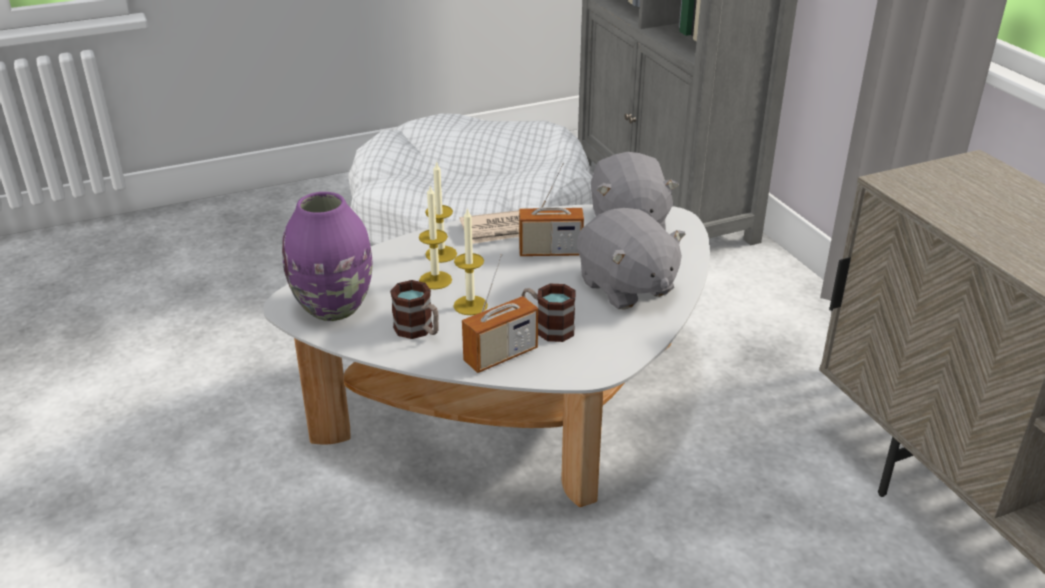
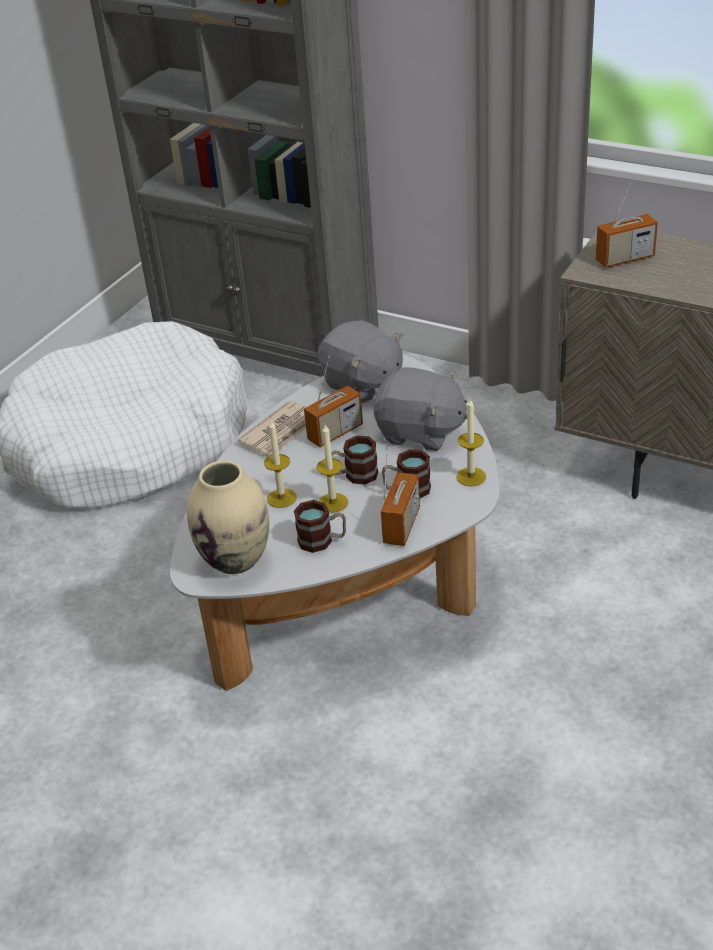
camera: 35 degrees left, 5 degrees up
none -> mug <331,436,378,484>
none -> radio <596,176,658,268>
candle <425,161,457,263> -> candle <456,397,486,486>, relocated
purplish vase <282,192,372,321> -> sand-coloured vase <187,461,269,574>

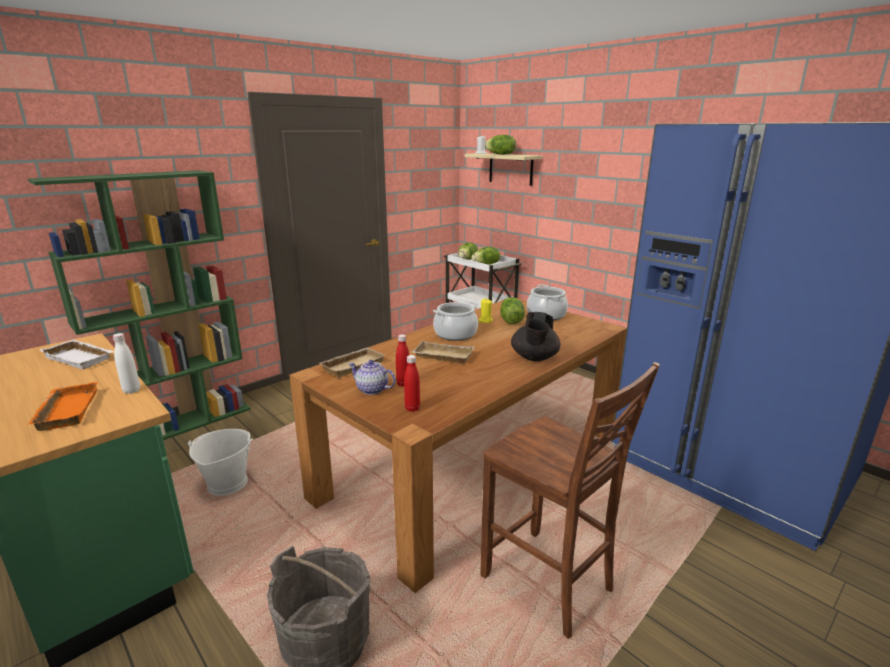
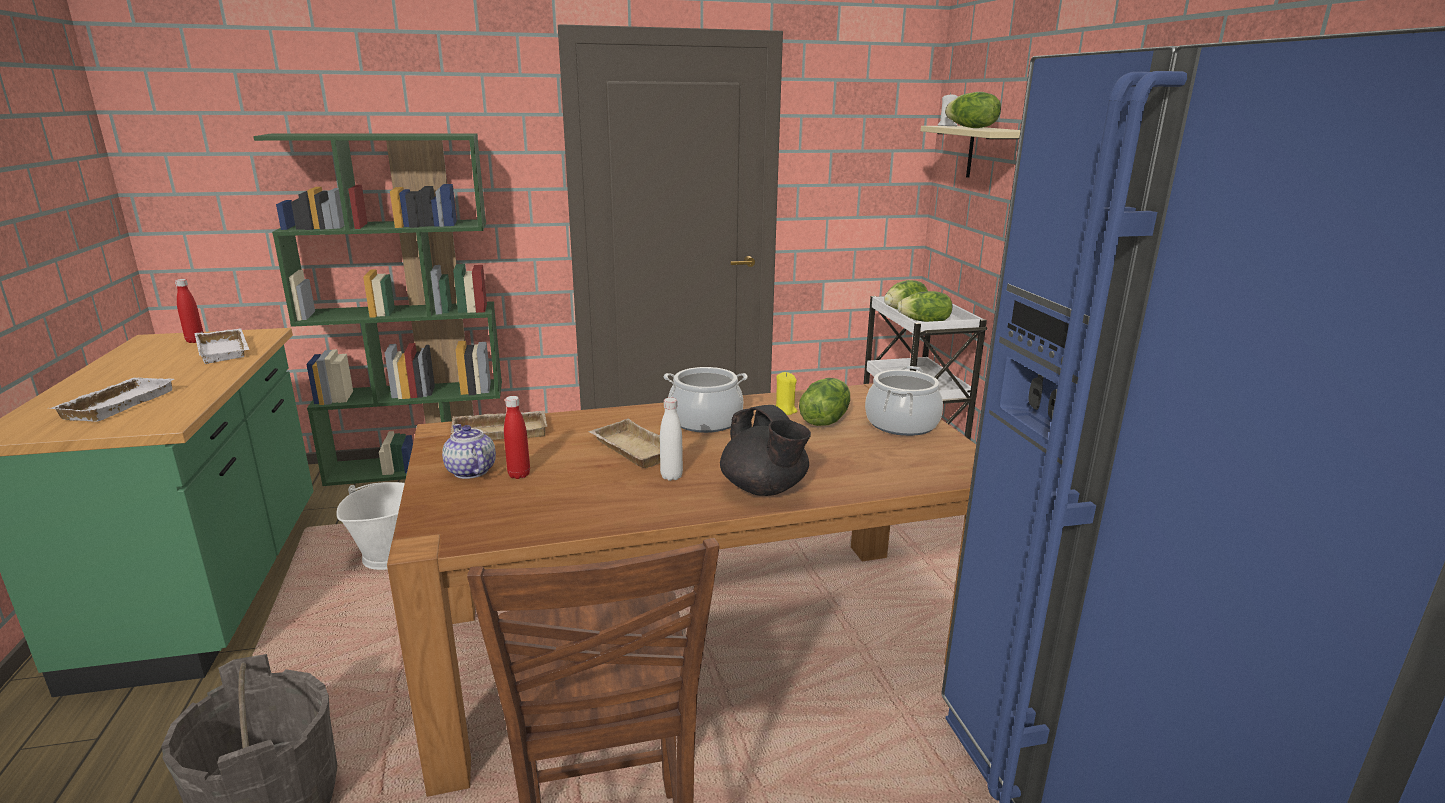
camera: 30 degrees right, 0 degrees up
white-coloured bottle <113,333,140,394> -> white-coloured bottle <660,398,683,481>, relocated
red-coloured bottle <404,355,420,412> -> red-coloured bottle <175,279,204,343>, relocated
orange-coloured serving tray <27,382,98,431> -> white-coloured serving tray <50,378,174,422>
black-coloured pot for tea <511,312,560,361> -> black-coloured pot for tea <720,405,811,496>, 75 degrees counterclockwise

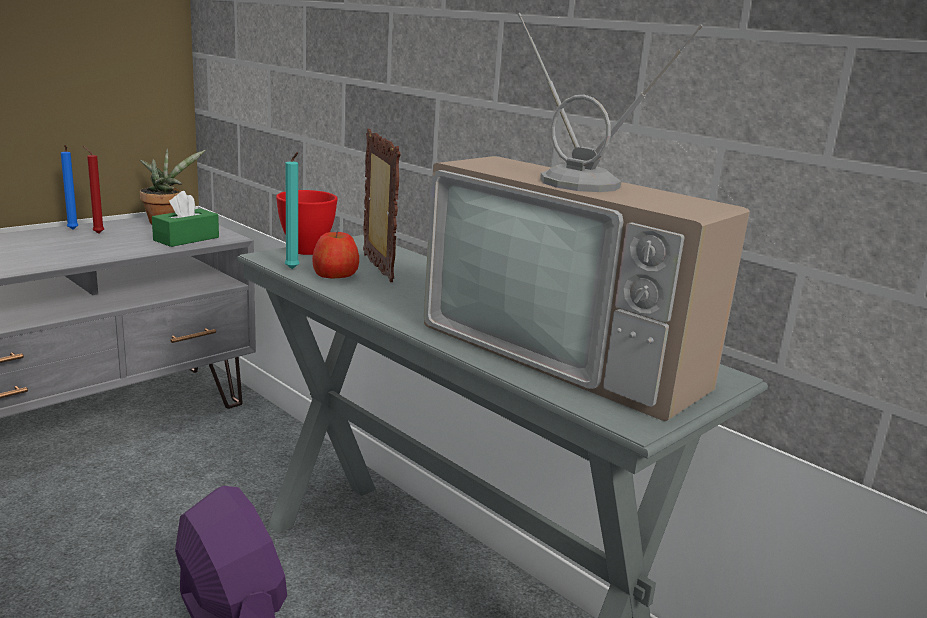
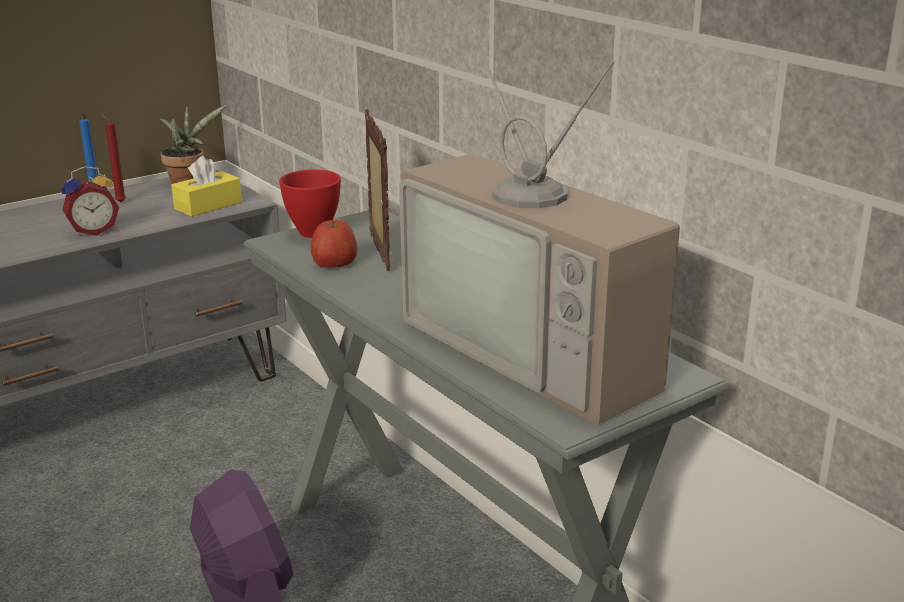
camera: 10 degrees right, 5 degrees up
turquoise-coloured candle <285,152,300,269> -> none
none -> table clock <62,166,119,236>
green box of tissues <152,191,219,247> -> yellow box of tissues <171,156,242,217>

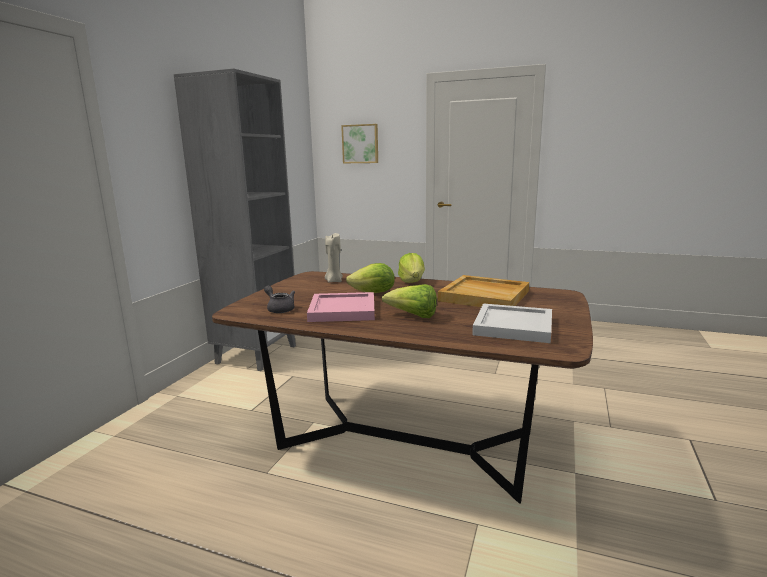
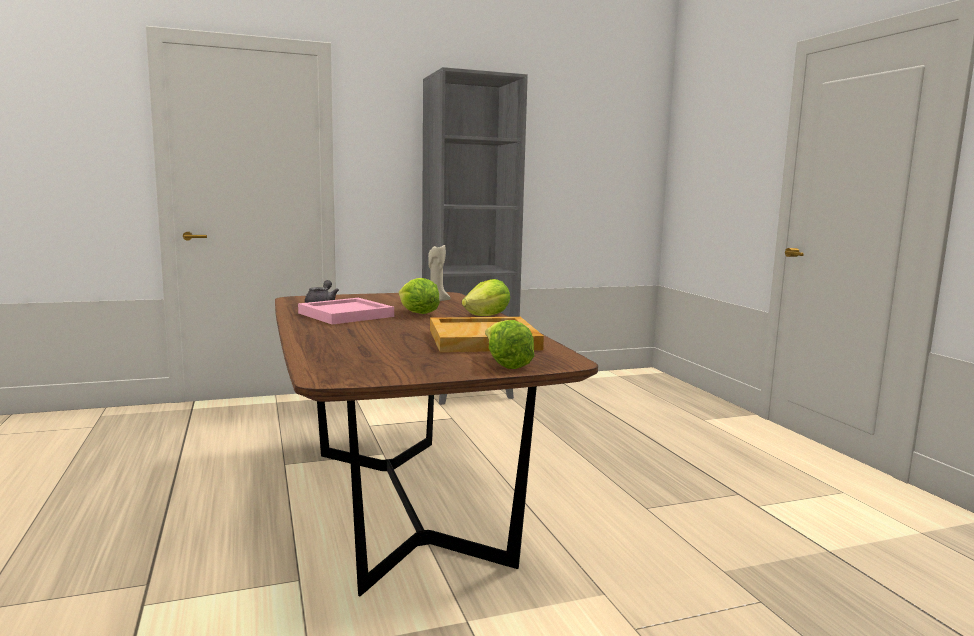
camera: 50 degrees right, 5 degrees down
wall picture <341,124,378,163> -> none
white-coloured serving tray <472,303,552,343> -> none
lettuce <382,284,437,318> -> lettuce <485,320,534,369>, relocated

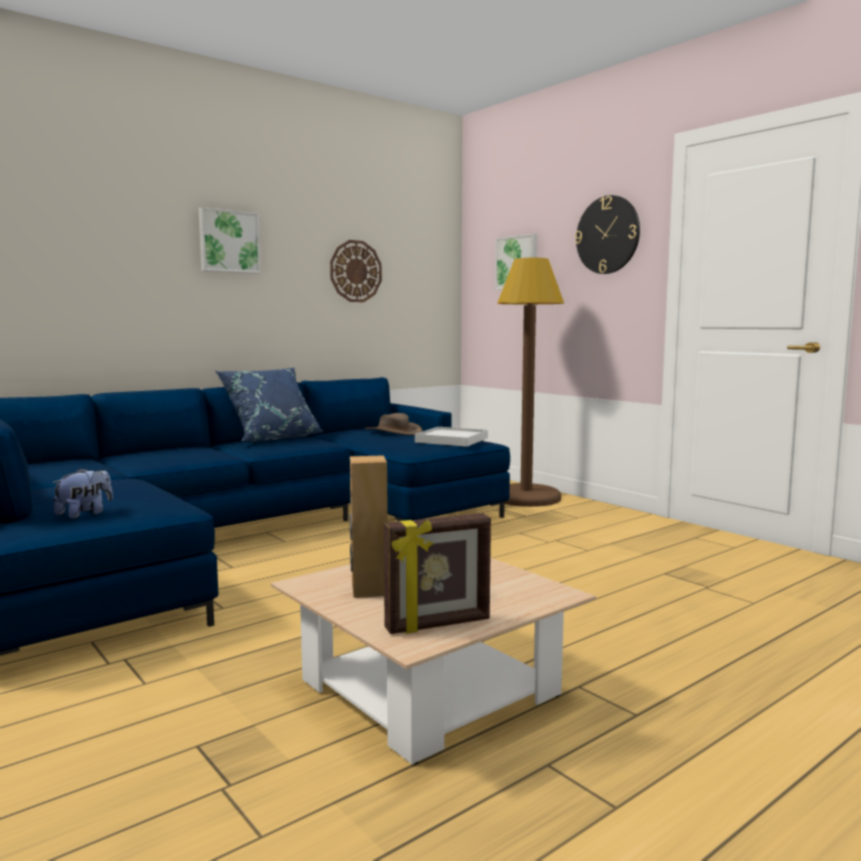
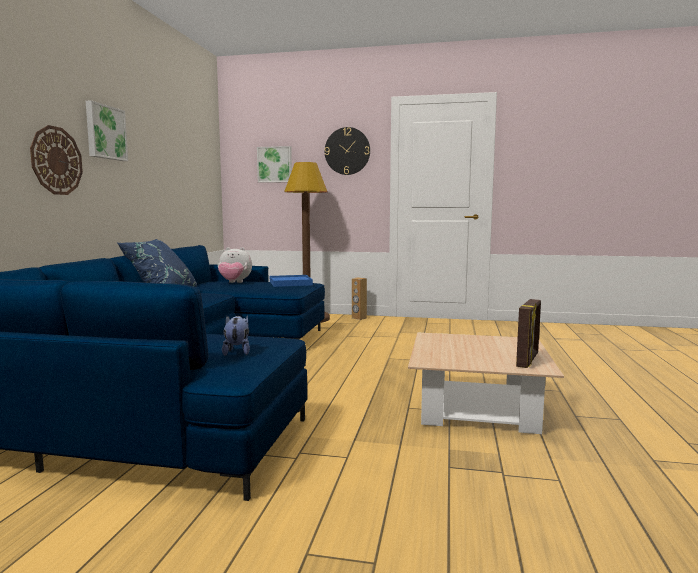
camera: 40 degrees left, 0 degrees up
wall clock <330,240,382,302> -> wall clock <30,125,83,195>, relocated
brown audio speaker <350,455,388,598> -> brown audio speaker <352,277,367,320>, relocated
brown clothing hat <365,413,422,435> -> plush toy <218,247,252,283>
white-coloured serving tray <415,427,488,447> -> blue serving tray <270,275,313,287>

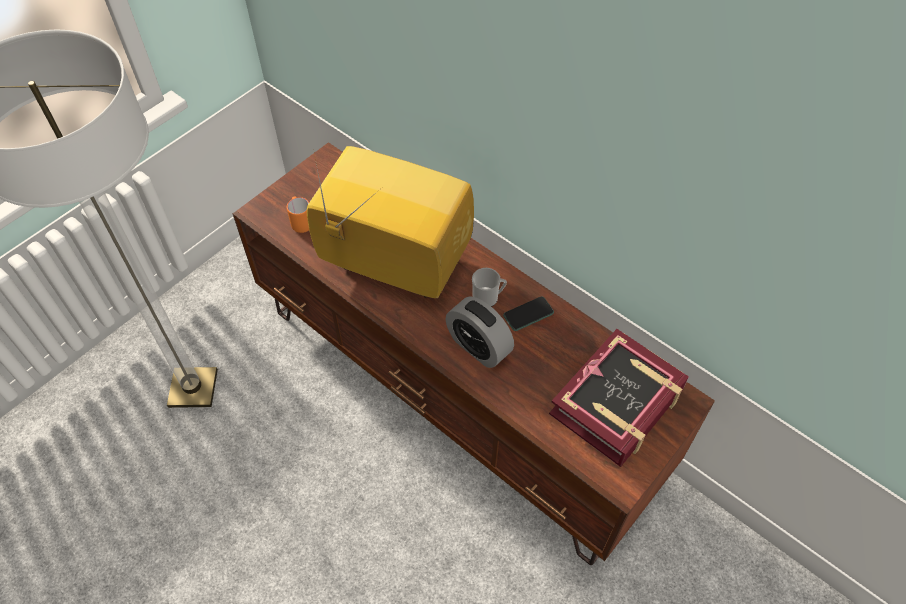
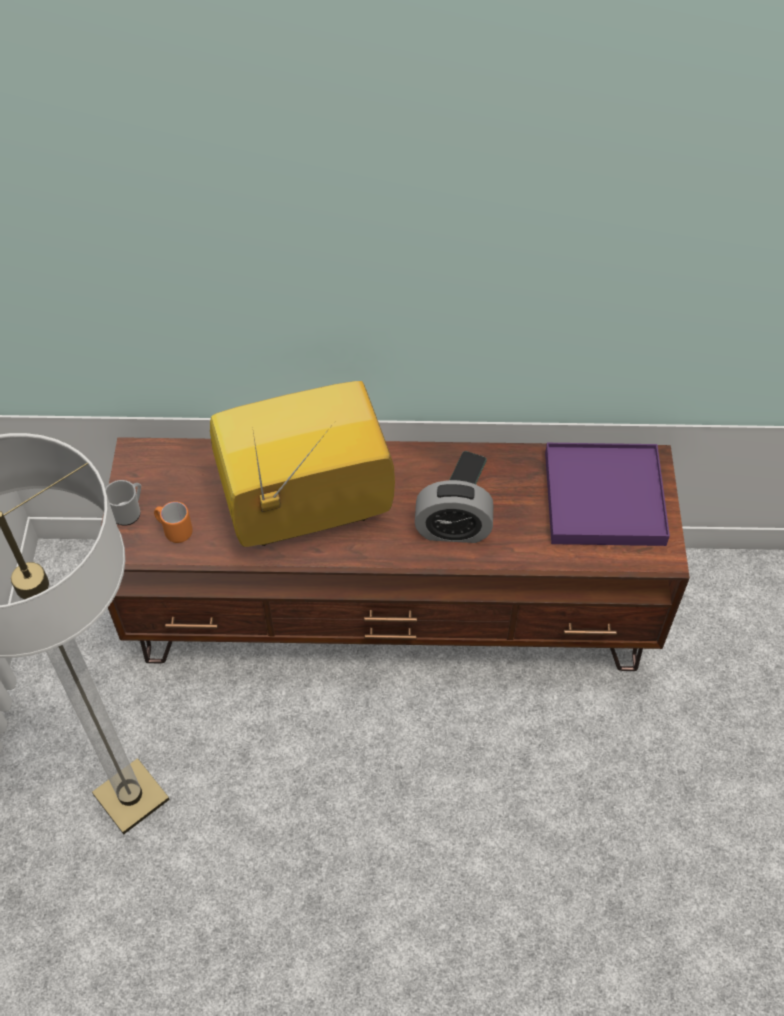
camera: 40 degrees left, 0 degrees up
mug <472,268,507,307> -> mug <105,480,141,526>, relocated
bound book <549,329,689,467> -> purplish serving tray <545,443,670,546>

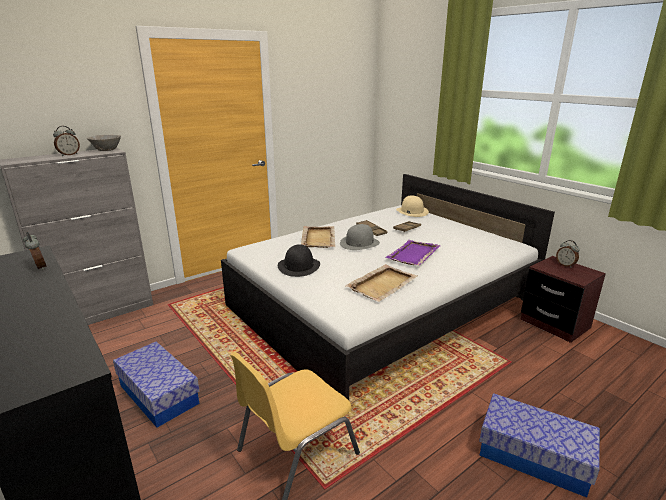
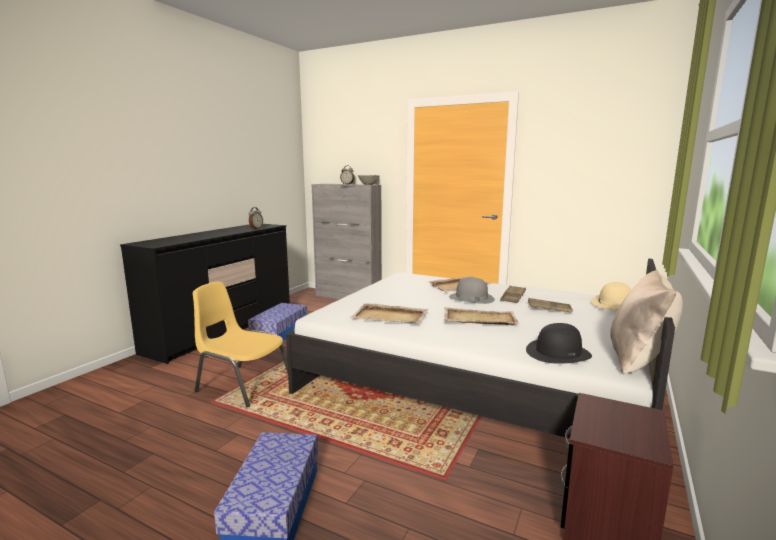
camera: 65 degrees right, 10 degrees down
table clock <556,240,580,268> -> none
none -> sand-coloured cushion <610,270,683,374>
black-coloured clothing hat <278,244,320,277> -> black-coloured clothing hat <526,323,592,364>, relocated
purplish serving tray <385,240,441,266> -> sand-coloured serving tray <444,307,519,326>

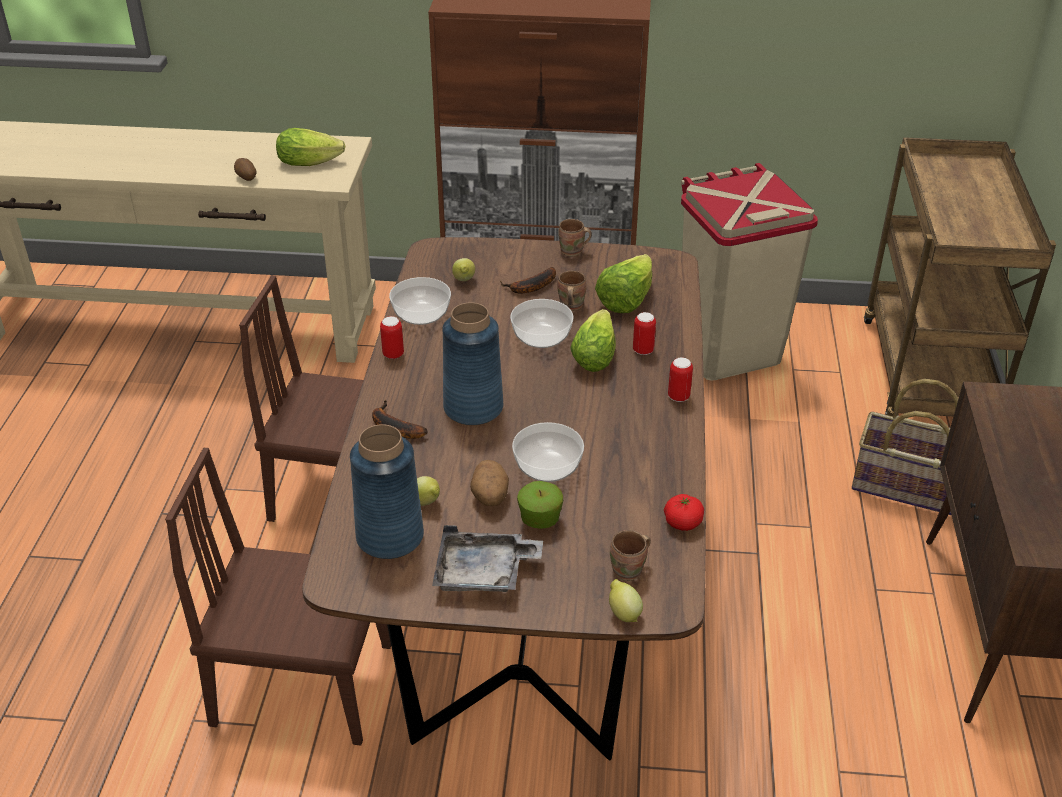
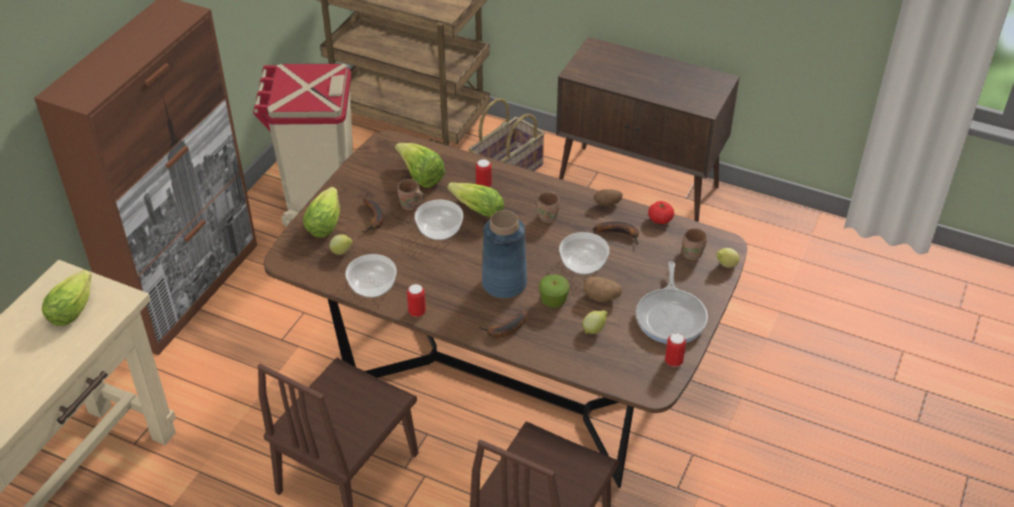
camera: 70 degrees left, 5 degrees up
blue vase <350,424,424,559> -> none
none -> lettuce <303,187,340,238>
none -> whole banana <593,221,639,245>
spud <234,158,257,181> -> spud <594,189,623,206>, relocated
apple fruit <517,481,563,529> -> apple fruit <539,274,569,308>, relocated
brown mug <558,219,592,257> -> brown mug <537,192,560,223>, relocated
sealed can <668,357,693,402> -> sealed can <665,333,686,367>, relocated
grey serving tray <432,525,543,592> -> skillet <636,261,708,344>

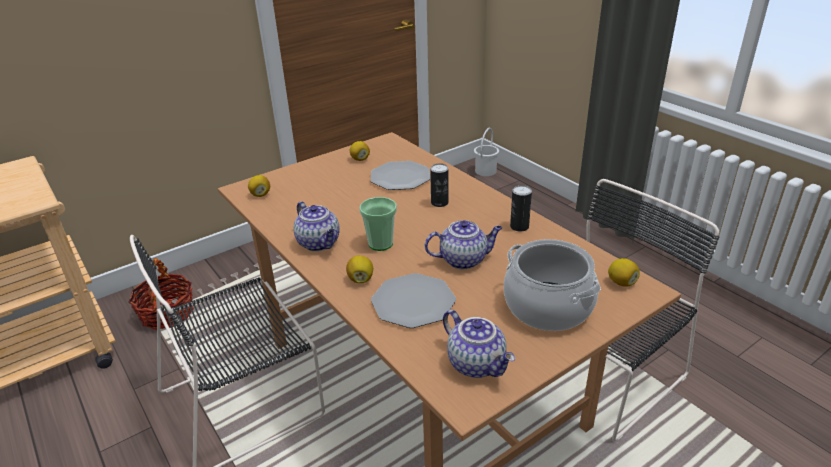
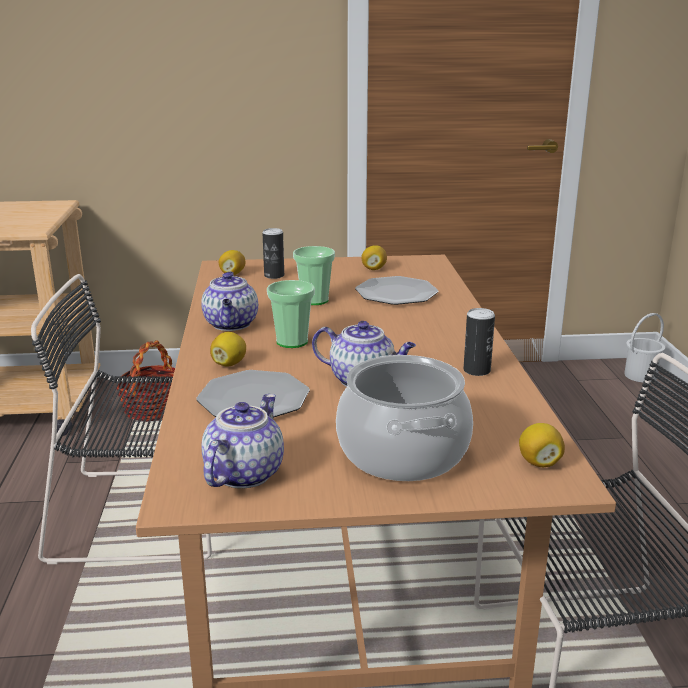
camera: 30 degrees right, 10 degrees down
none -> cup <293,246,335,305>
sealed can <430,164,448,207> -> sealed can <262,228,284,279>, relocated
pot for tea <443,310,515,378> -> pot for tea <201,394,284,489>, 150 degrees counterclockwise

